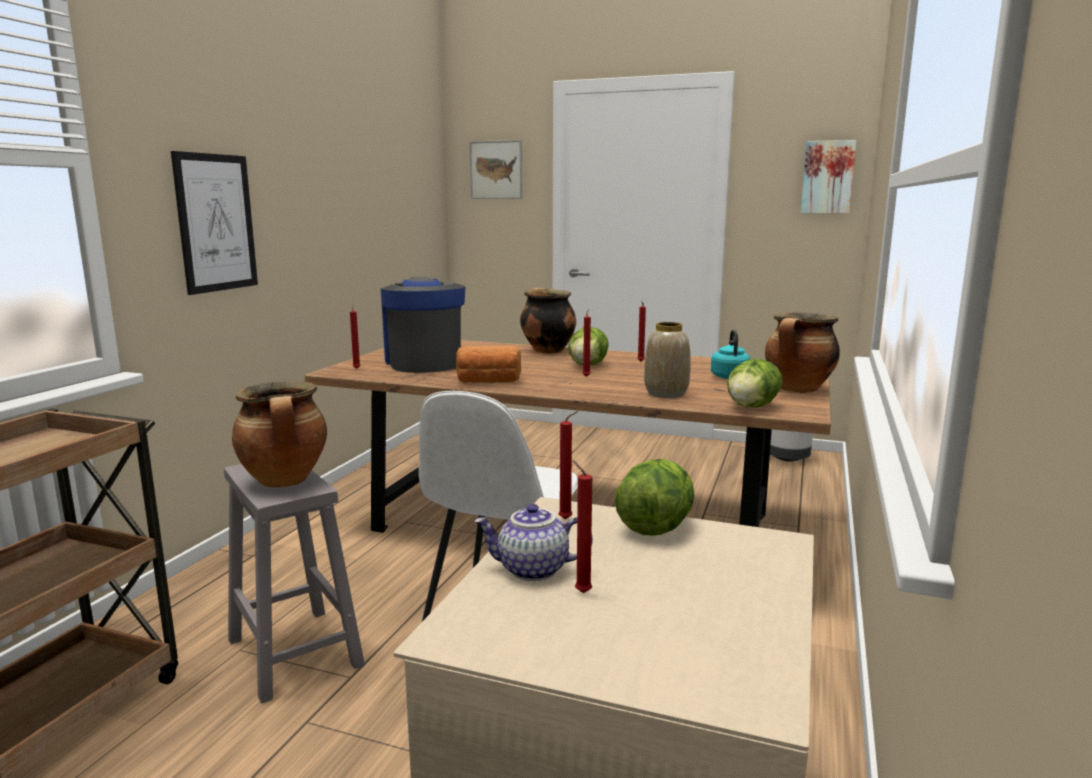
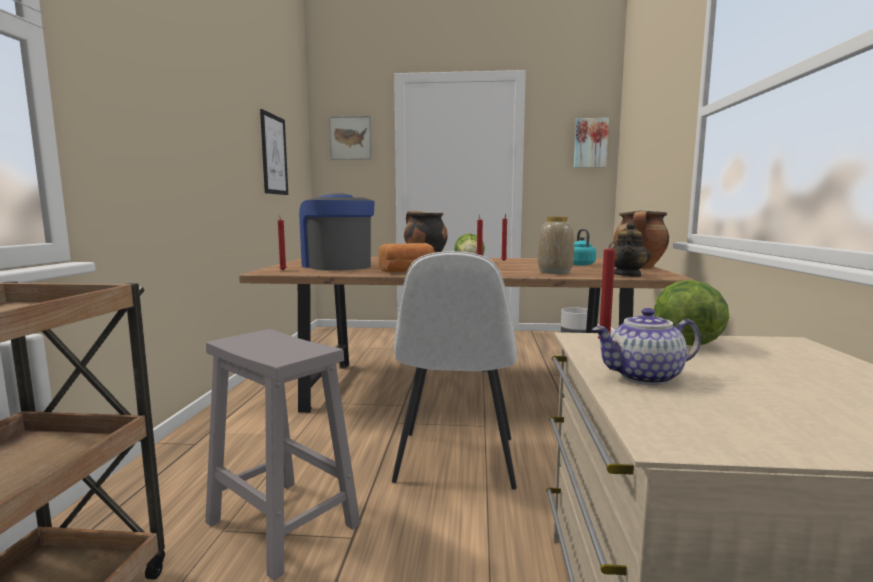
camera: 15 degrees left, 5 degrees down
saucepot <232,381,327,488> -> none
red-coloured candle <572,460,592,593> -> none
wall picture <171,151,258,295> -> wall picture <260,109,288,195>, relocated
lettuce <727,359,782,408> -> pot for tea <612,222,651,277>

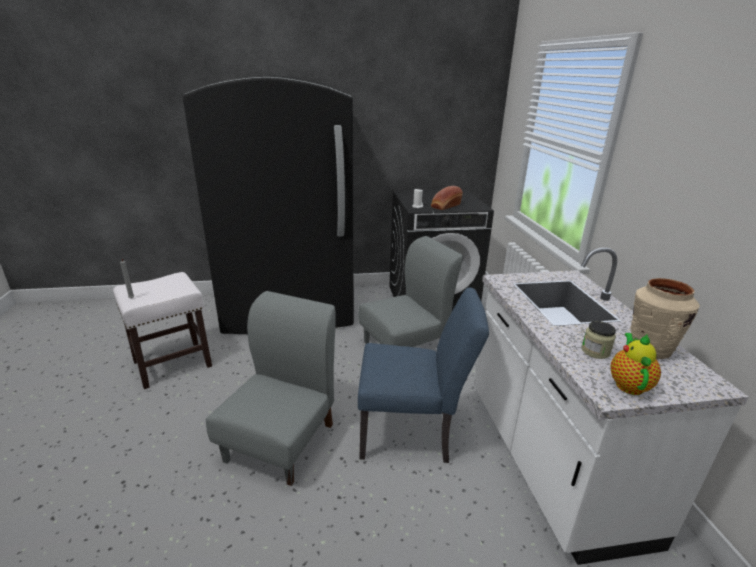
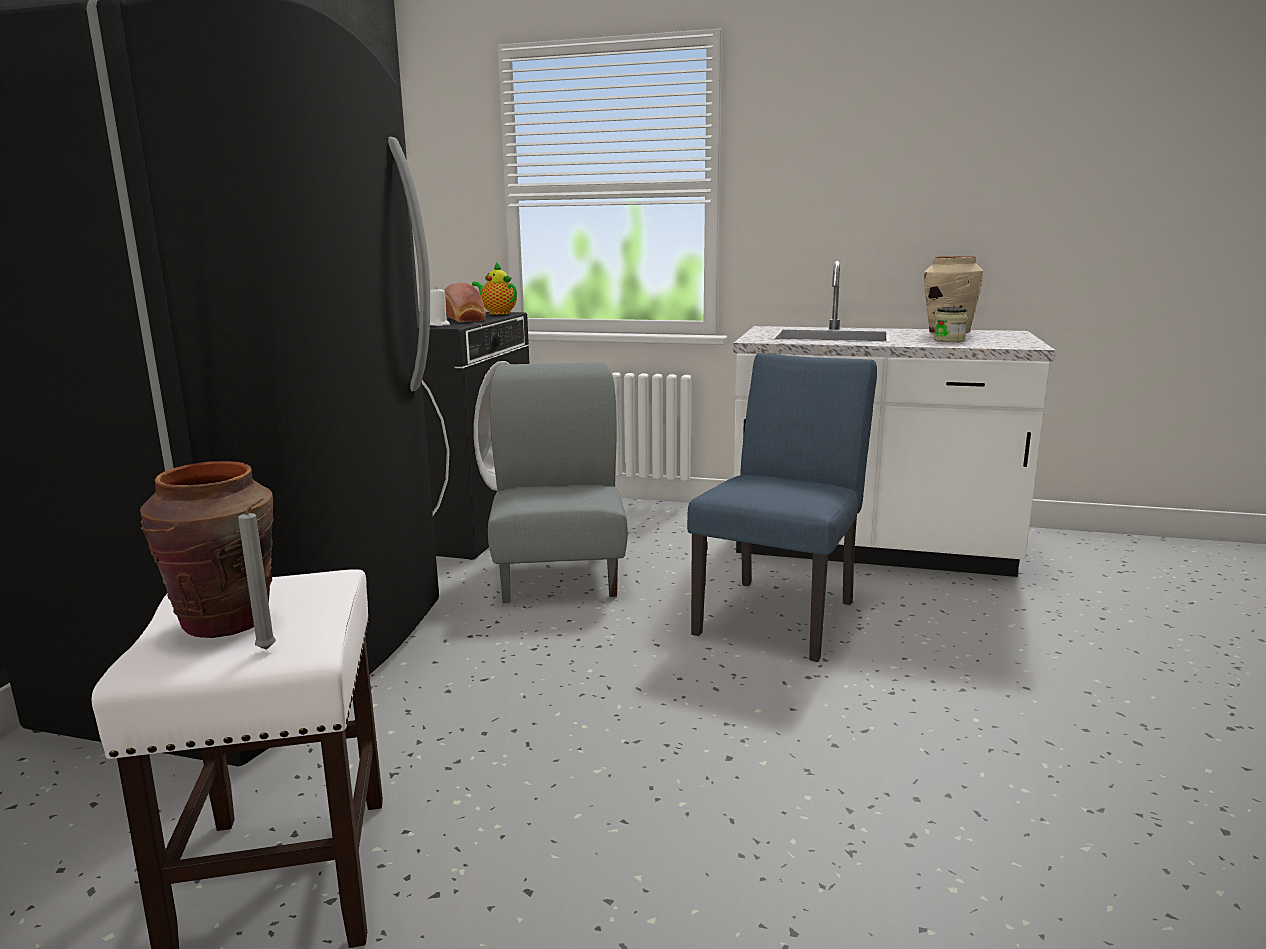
camera: 65 degrees left, 10 degrees down
grey upright chair <206,291,336,486> -> none
none -> brown vase <140,461,274,638>
pot for tea <611,333,661,395> -> pot for tea <472,262,517,315>, relocated

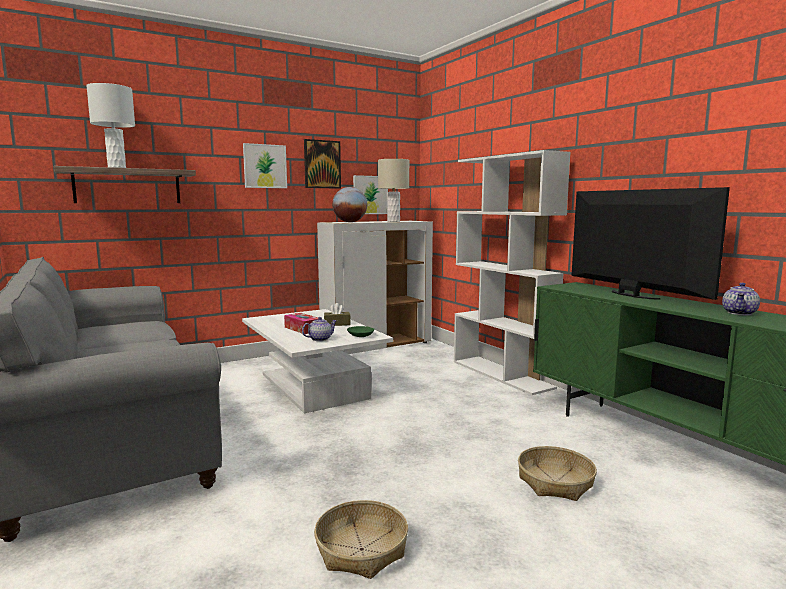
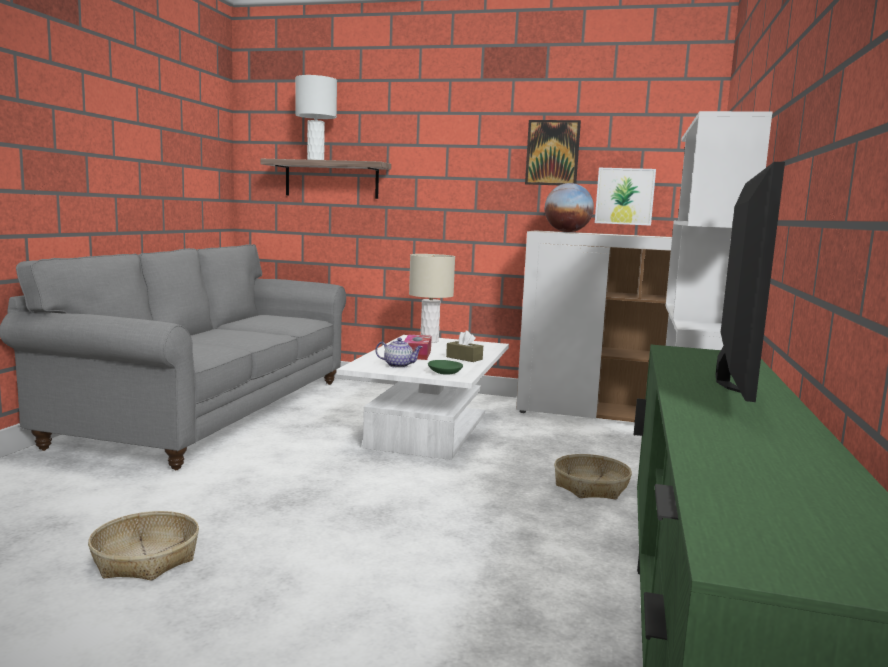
camera: 45 degrees right, 0 degrees up
wall picture <243,143,287,188> -> none
pot for tea <722,283,760,315> -> none
sand-coloured table lamp <378,159,409,222> -> sand-coloured table lamp <409,254,455,343>, relocated
household basket <518,446,597,501> -> household basket <554,454,632,500>, relocated

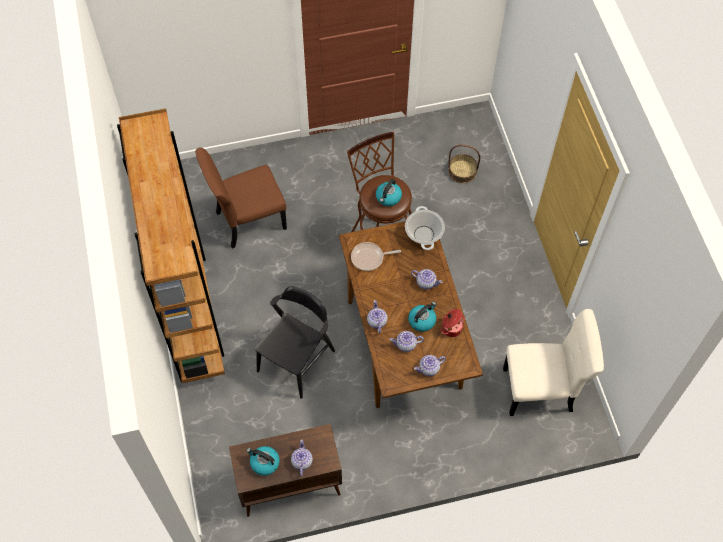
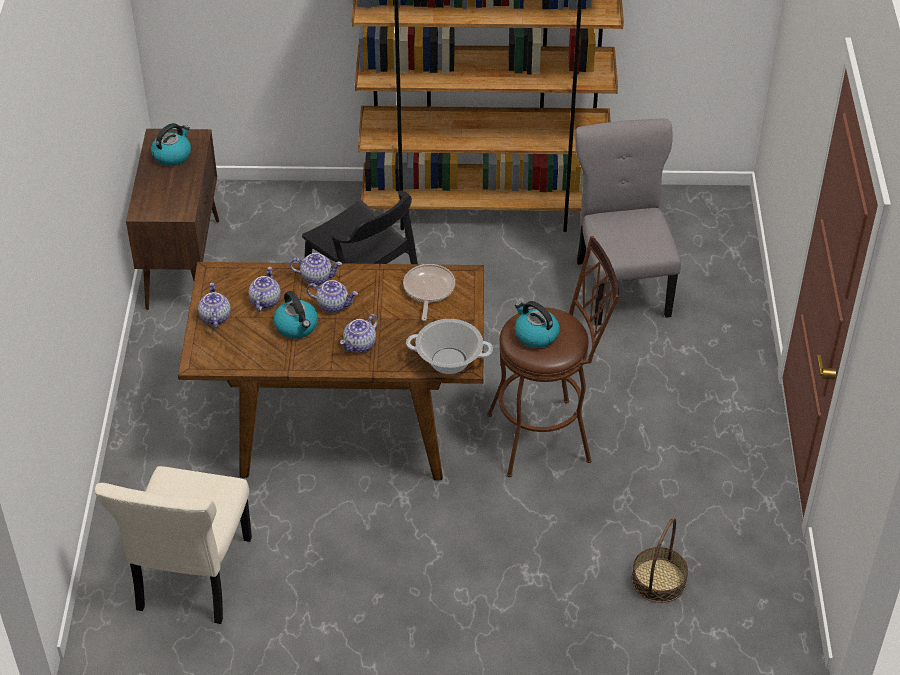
camera: 105 degrees right, 15 degrees down
saucepot <441,309,465,337> -> none
pot for tea <291,439,313,476> -> pot for tea <306,280,358,313>, relocated
brown upright chair <195,147,287,249> -> grey upright chair <576,118,681,326>

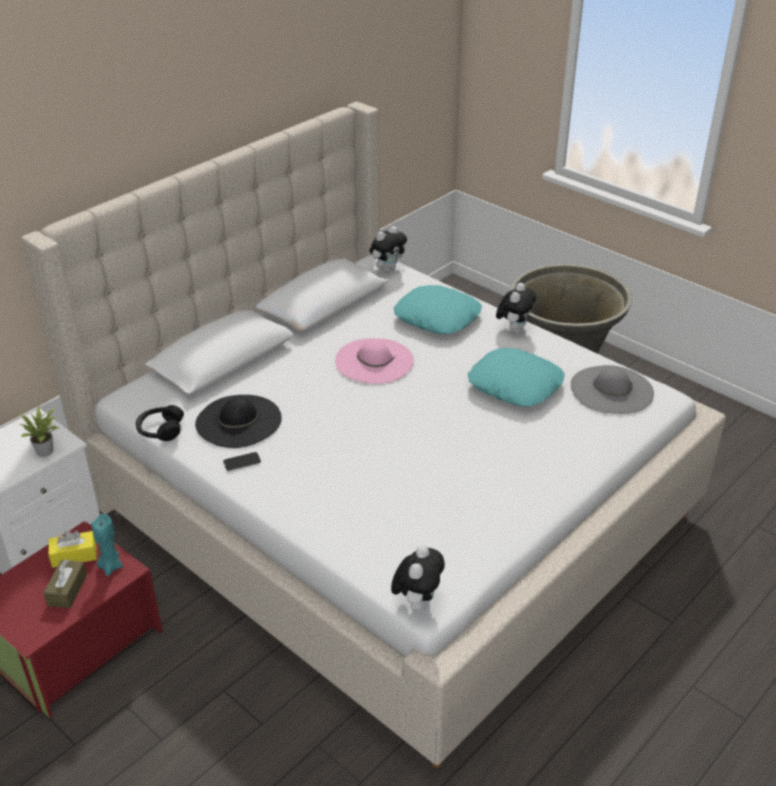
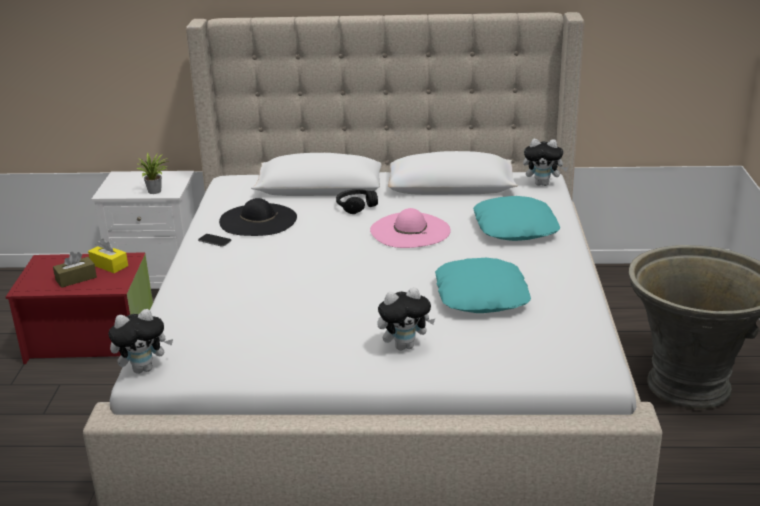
camera: 50 degrees right, 10 degrees down
turquoise-coloured candle <91,514,123,576> -> none
grey clothing hat <571,365,654,414> -> none
black-coloured pair of headphones <136,405,184,441> -> black-coloured pair of headphones <336,189,378,214>, relocated
plush toy <496,283,536,333> -> plush toy <377,287,435,350>, relocated

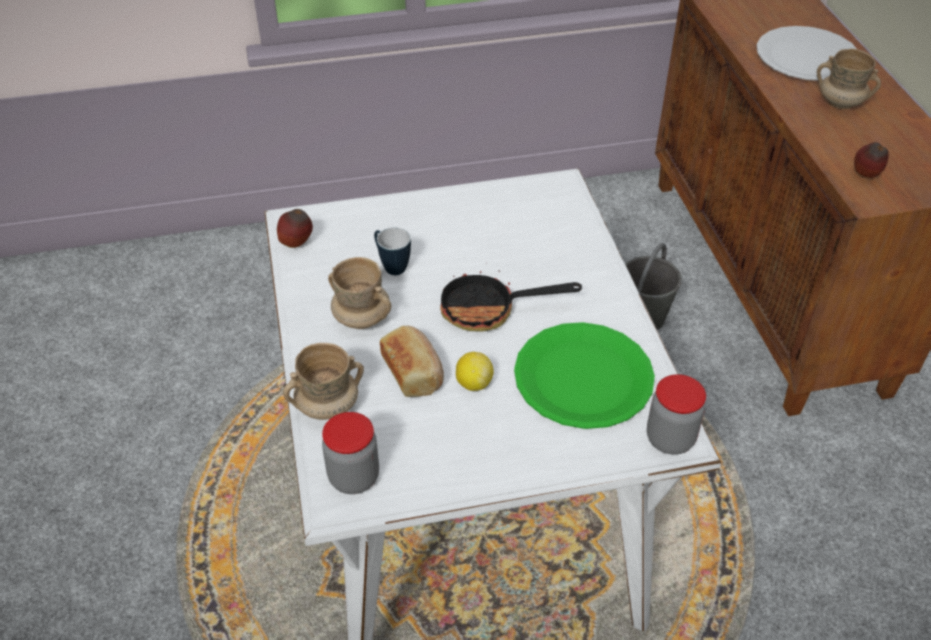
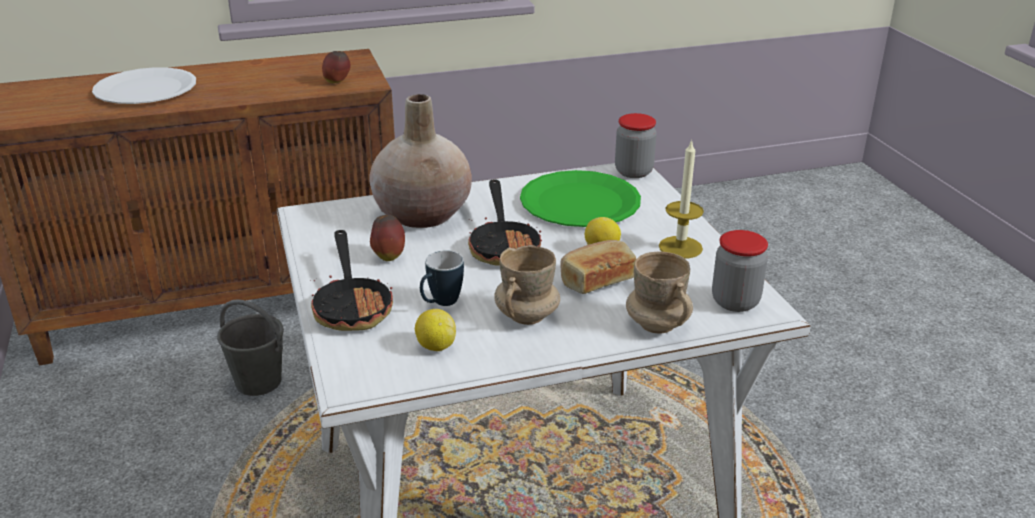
camera: 95 degrees left, 15 degrees down
sand-coloured mug <817,48,881,109> -> none
none -> skillet <310,230,393,331>
none -> sand-coloured vase <369,94,472,228>
none -> whole lemon <415,309,456,351>
none -> candle <659,139,704,259>
apple fruit <277,209,313,248> -> apple fruit <370,215,405,261>, relocated

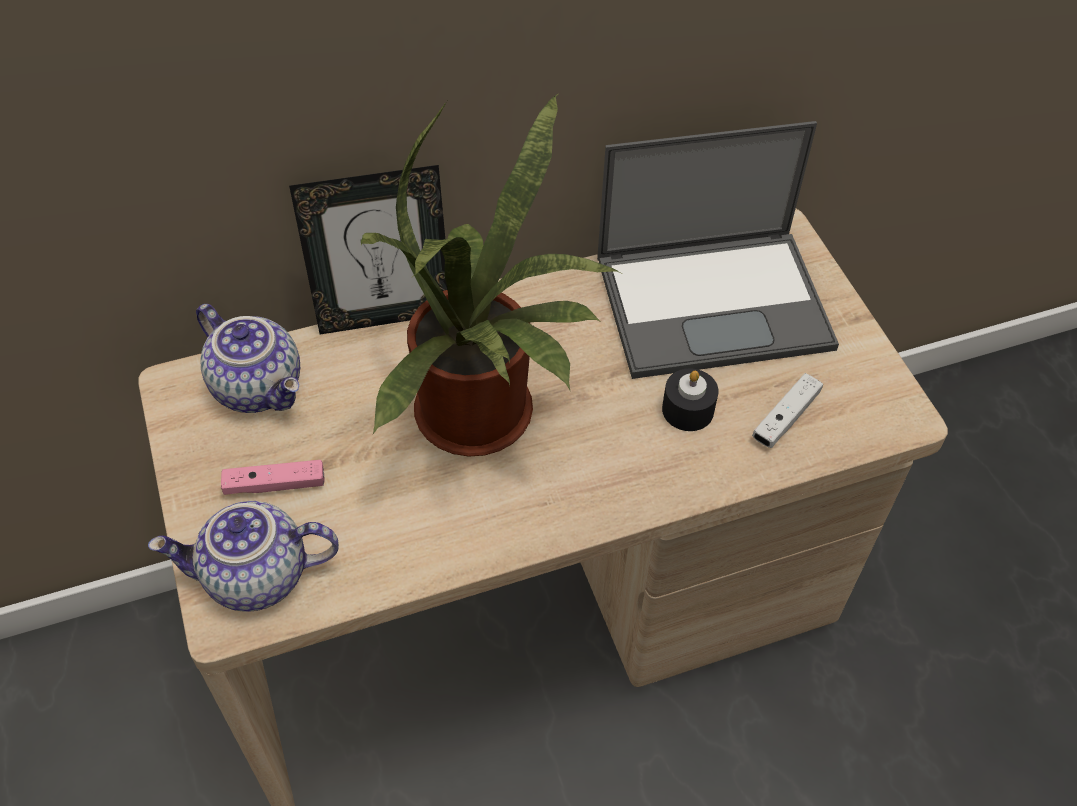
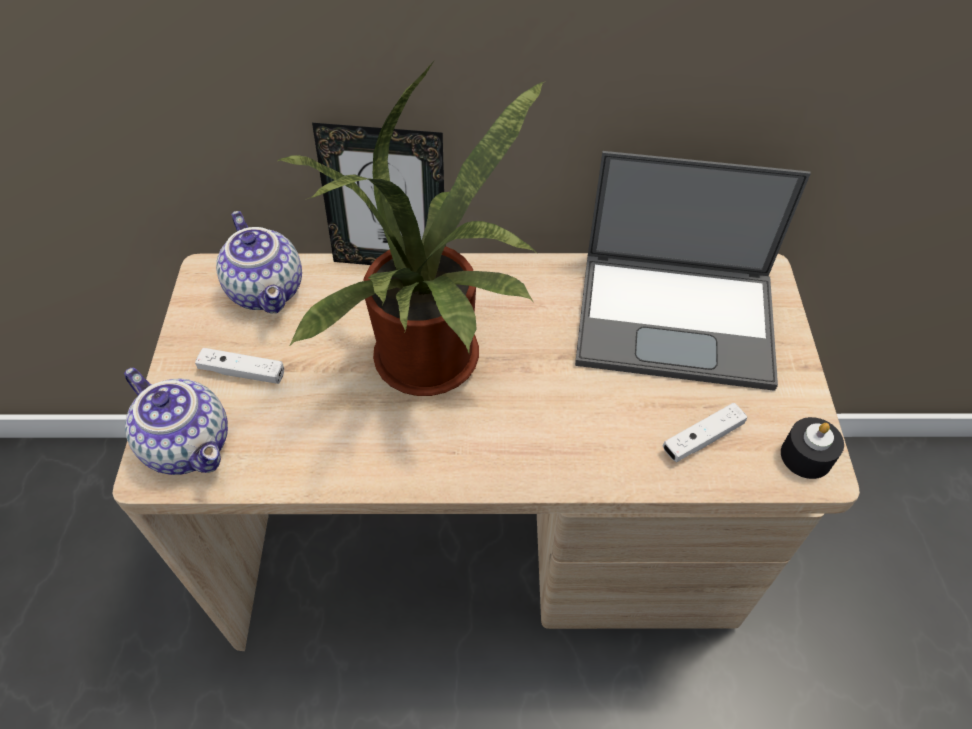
camera: 20 degrees right, 0 degrees up
black-coloured candle <662,368,718,431> -> black-coloured candle <781,417,844,479>, relocated
pink game controller <221,460,324,495> -> white-coloured game controller <195,348,284,384>
pot for tea <148,501,339,612> -> pot for tea <124,367,228,475>, 150 degrees counterclockwise

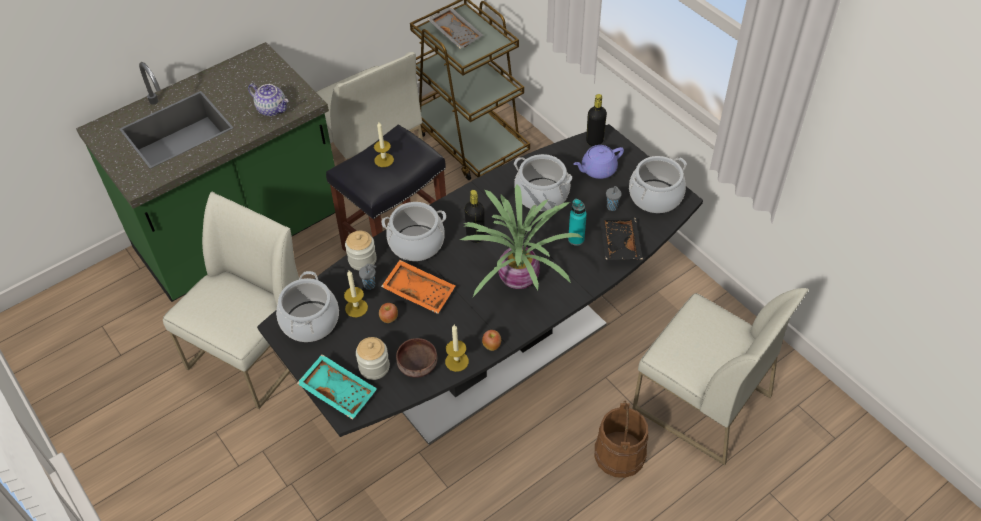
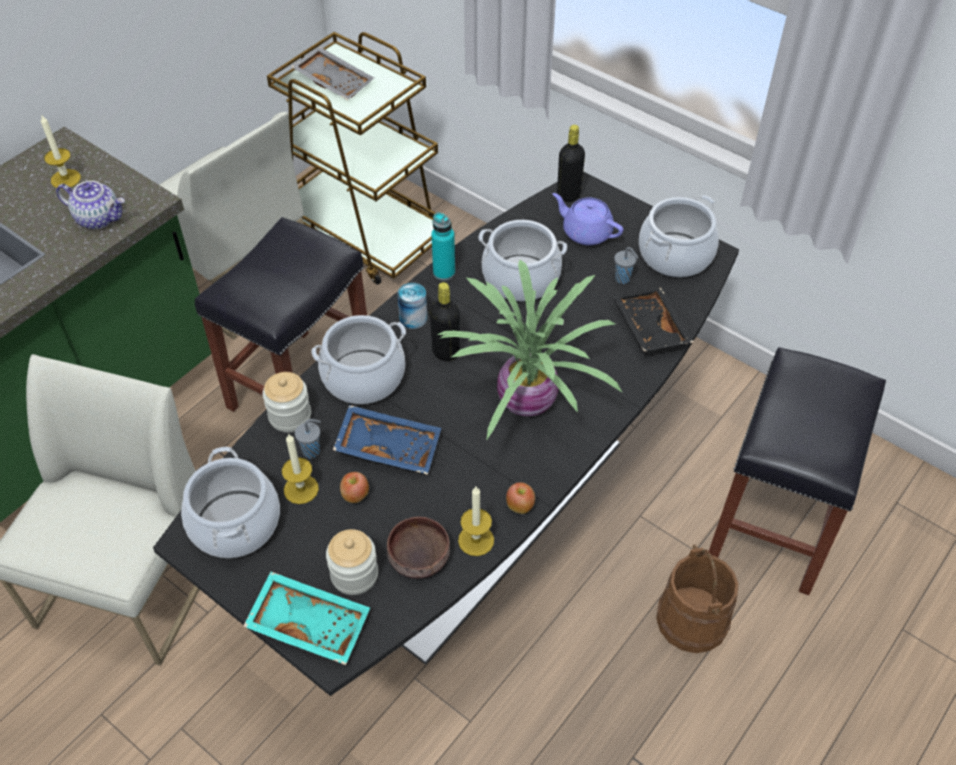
camera: 15 degrees left, 0 degrees up
none -> sealed can <398,283,427,329>
candle <374,122,394,167> -> candle <41,114,81,189>, relocated
turquoise-coloured bottle <568,199,587,246> -> turquoise-coloured bottle <431,212,455,281>, relocated
white-coloured upright chair <632,288,809,465> -> black-coloured sitting stool <709,347,886,595>
orange-coloured serving tray <381,260,455,314> -> blue serving tray <333,405,441,475>
purplish pot for tea <574,145,624,179> -> purplish pot for tea <553,193,623,245>, 75 degrees clockwise

